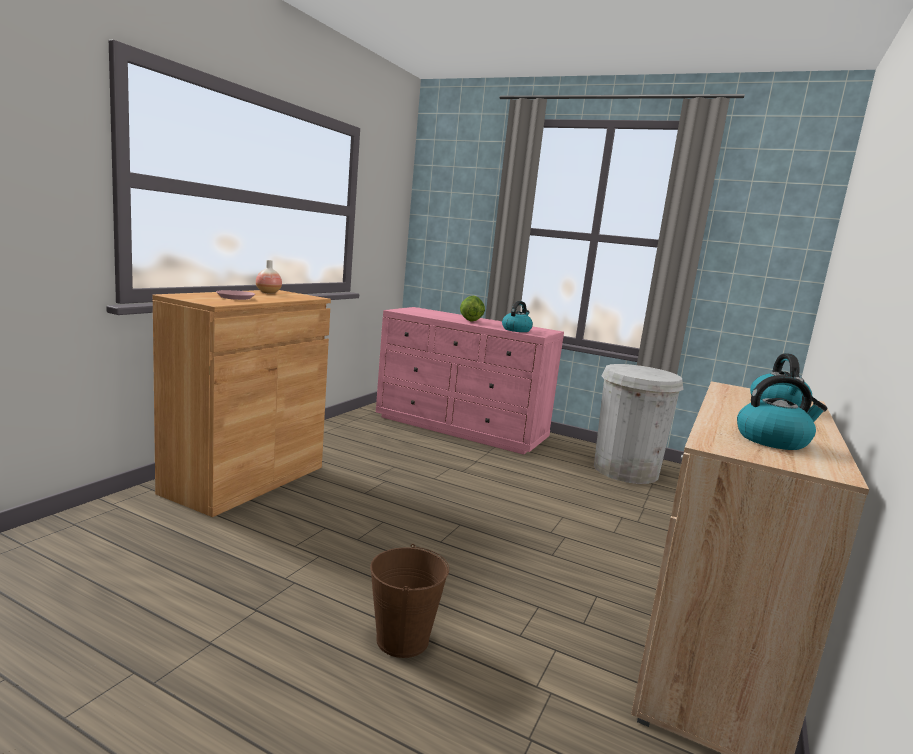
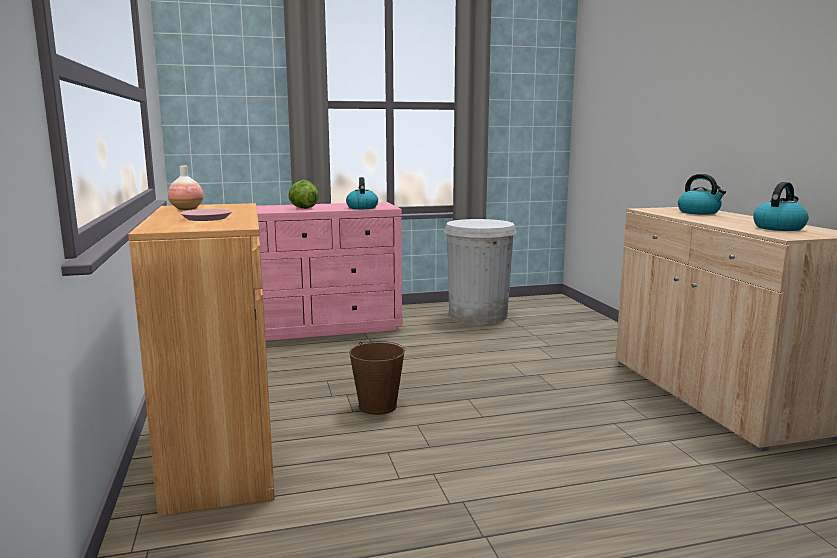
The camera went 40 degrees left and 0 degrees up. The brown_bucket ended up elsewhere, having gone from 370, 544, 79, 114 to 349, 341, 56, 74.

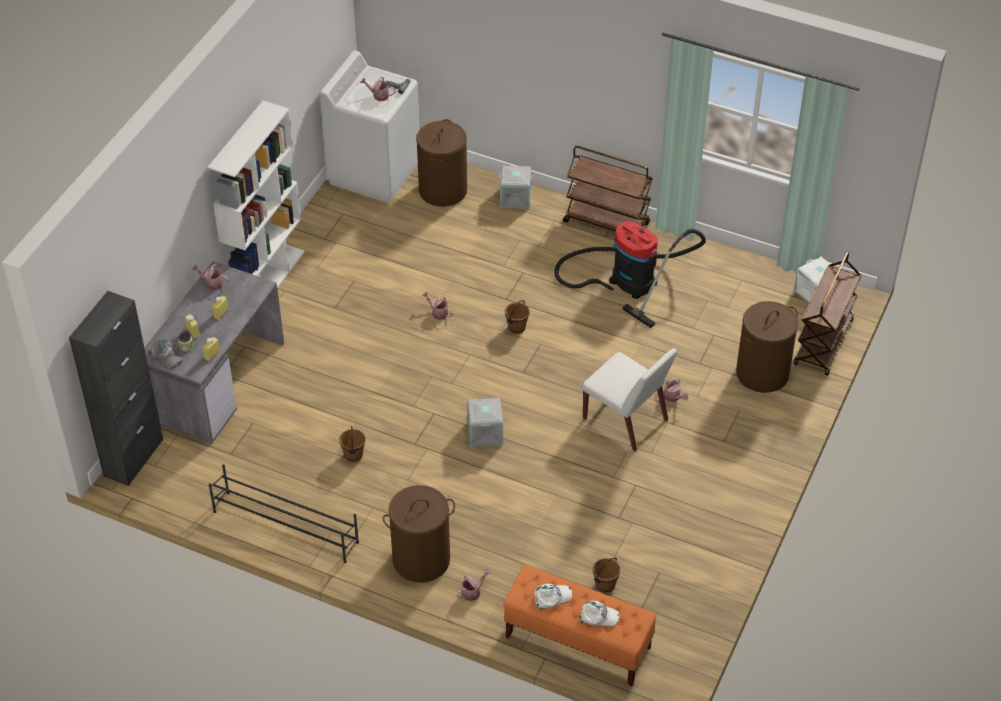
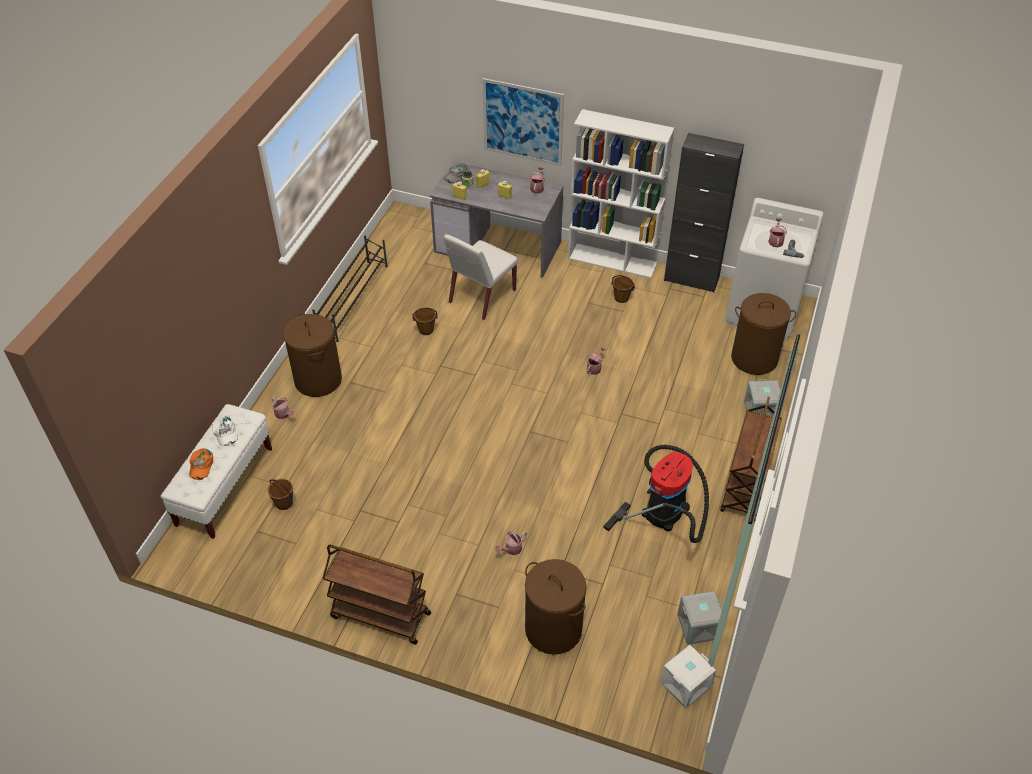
The camera went 85 degrees right and 0 degrees up. The black_cabinet ended up elsewhere, having gone from 69, 291, 94, 195 to 664, 133, 80, 160. The grey_storage_box ended up elsewhere, having gone from 467, 397, 36, 50 to 677, 591, 46, 54. What was the orange_bench at 503, 565, 154, 121 turned into the white_bench at 161, 404, 111, 135. The brown_bucket ended up elsewhere, having gone from 505, 300, 25, 34 to 611, 275, 24, 28. What was the white_cap at 580, 601, 40, 26 turned into the orange_cap at 189, 448, 24, 32. The white_chair ended up elsewhere, having gone from 581, 348, 96, 103 to 444, 234, 74, 86. The brown_cart ended up elsewhere, having gone from 794, 251, 68, 125 to 323, 545, 108, 100. The second view gained the picture at 482, 78, 82, 88.

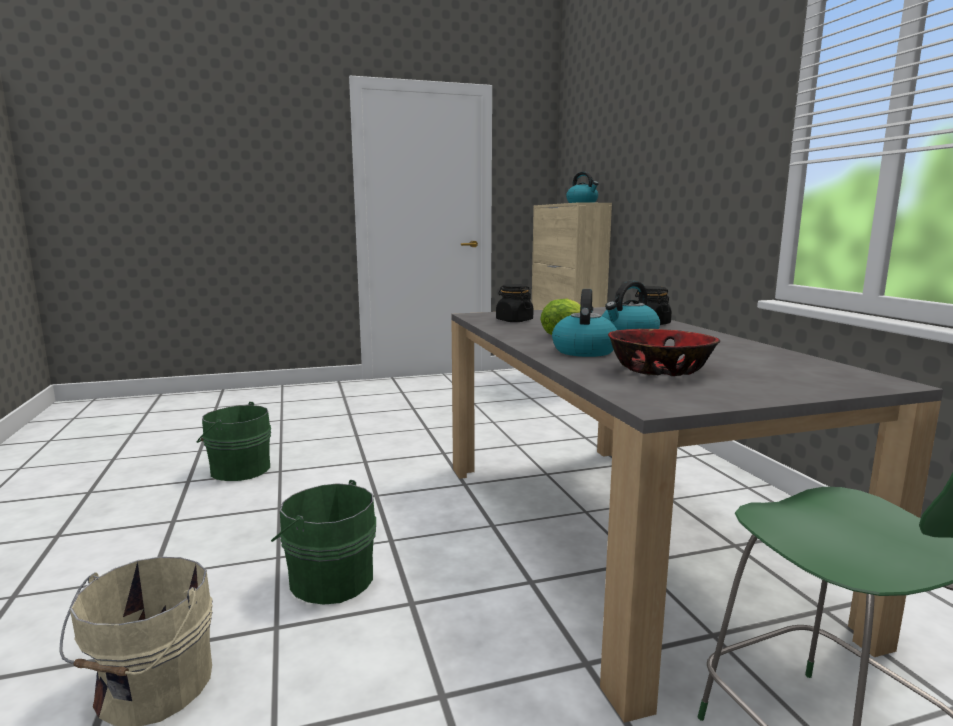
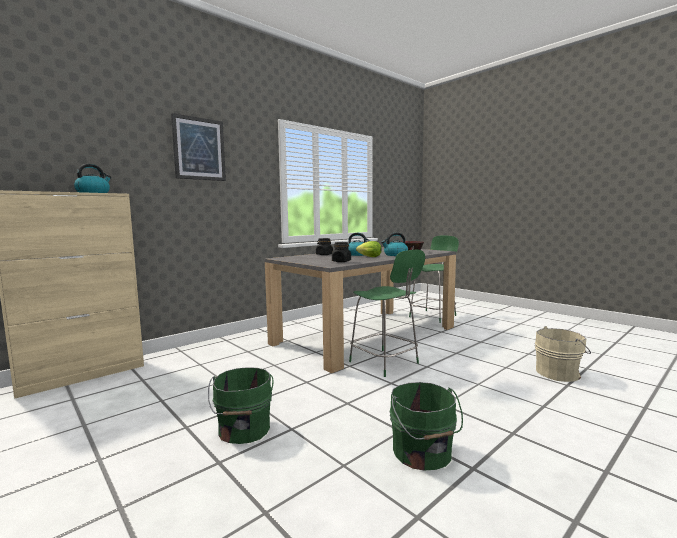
The camera went 115 degrees left and 5 degrees down. The green_bucket ended up elsewhere, having gone from 271, 480, 105, 125 to 208, 367, 66, 77. The second view gained the picture at 171, 113, 55, 68. The second view gained the green_chair at 349, 249, 76, 128.

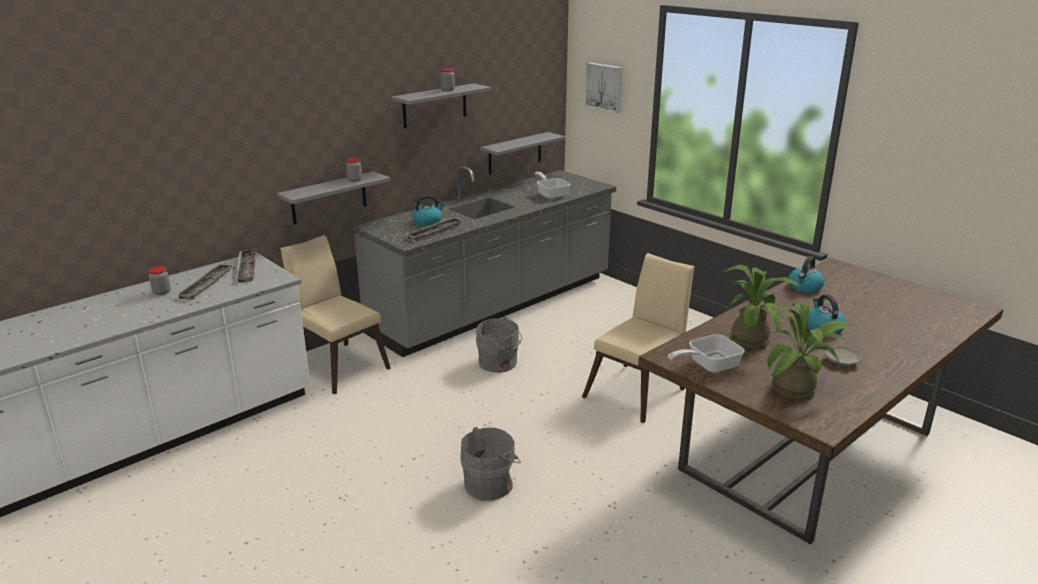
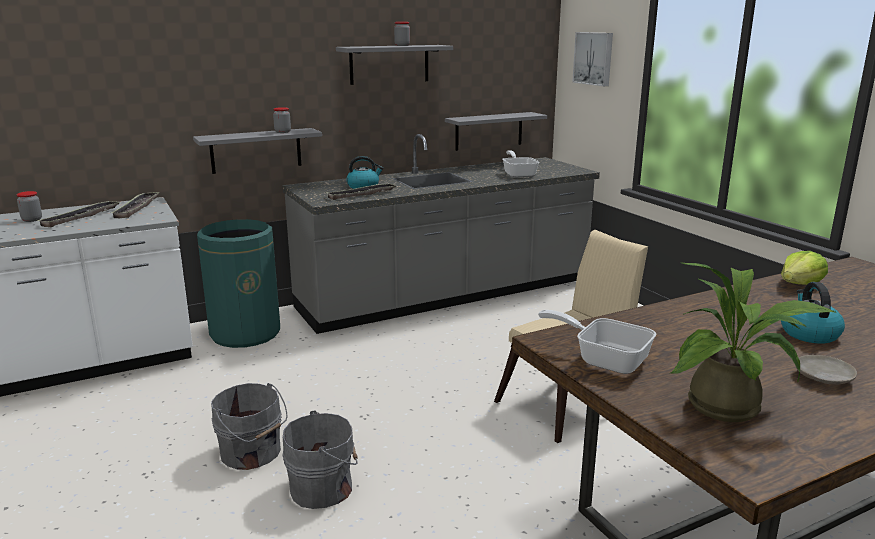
The camera went 15 degrees right and 5 degrees down. Where the beige_chair stood at 280, 235, 111, 160, the green_trash_can came to stand at 197, 219, 83, 129. The grey_bucket ended up elsewhere, having gone from 476, 317, 46, 56 to 211, 383, 77, 87. The frying_pan at 668, 334, 77, 39 ended up facing another way, 45 degrees clockwise from before. The second view lost the potted_plant at 723, 265, 78, 84. Where the kettle stood at 788, 256, 37, 37, the lettuce came to stand at 781, 251, 47, 34.

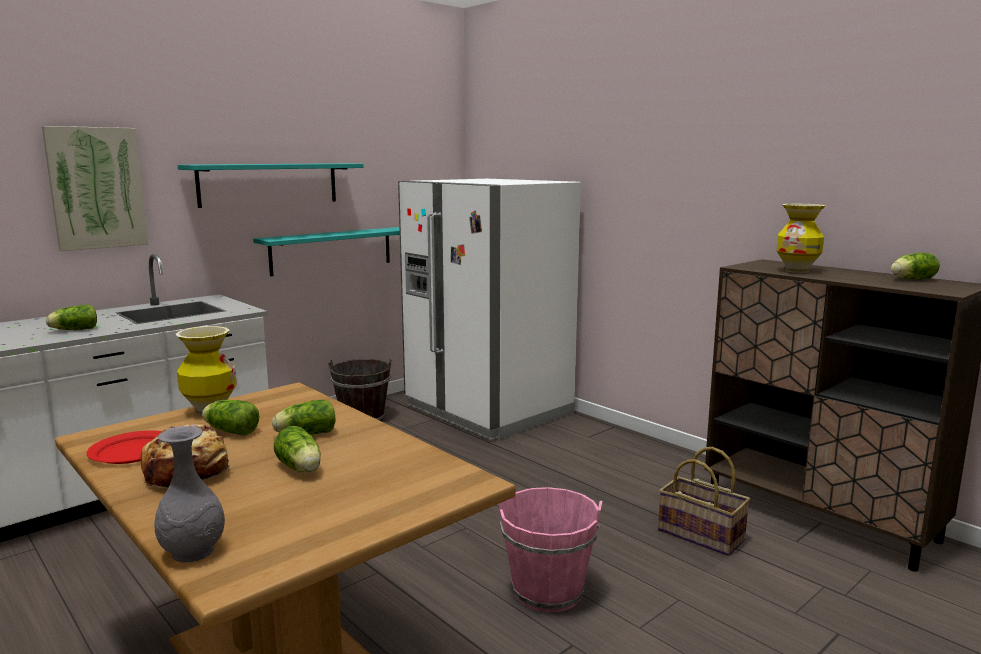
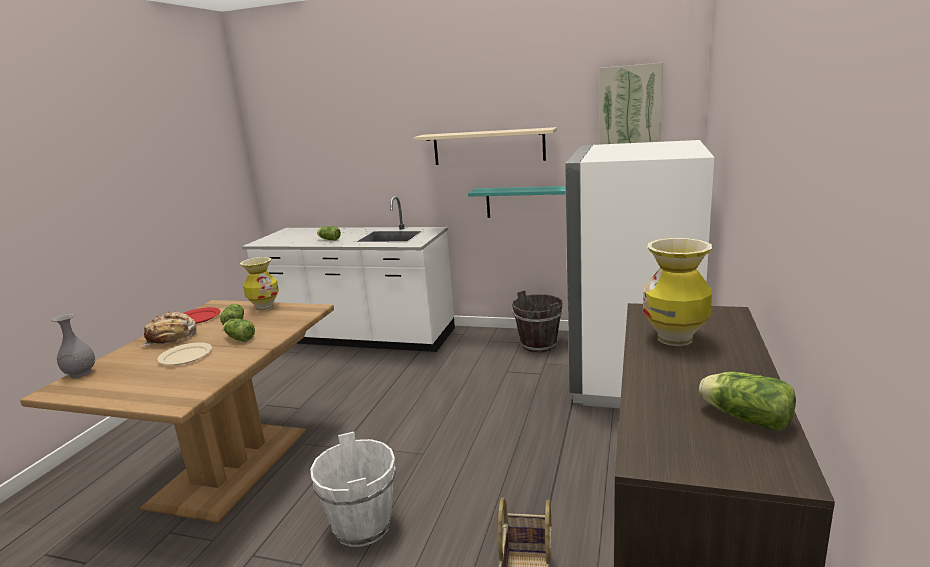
The camera went 60 degrees right and 5 degrees up. The picture ended up elsewhere, having gone from 42, 126, 106, 125 to 600, 63, 63, 82. What was the turquoise_shelf at 177, 163, 186, 45 turned into the beige_shelf at 413, 127, 144, 38. Where the lettuce stood at 274, 426, 47, 46, the beige_plate came to stand at 157, 342, 55, 23. What was the pink_bucket at 499, 487, 103, 126 turned into the white_bucket at 311, 432, 85, 115.

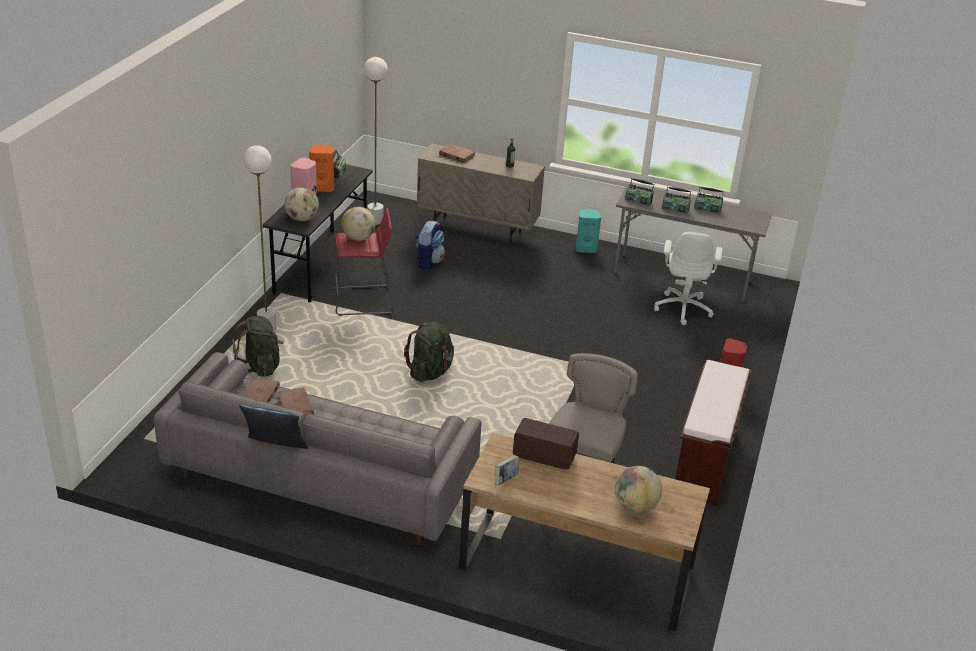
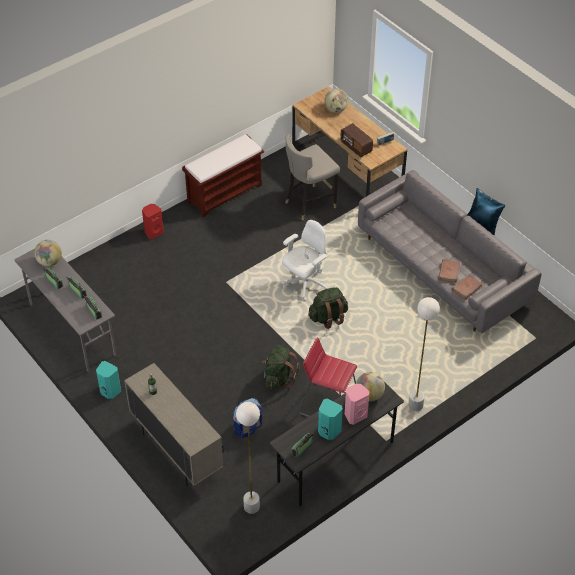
The camera went 145 degrees left and 15 degrees up. The green_backpack ended up elsewhere, having gone from 232, 316, 52, 61 to 262, 345, 38, 45. What was the orange_speaker at 309, 144, 25, 48 turned into the turquoise_speaker at 318, 398, 25, 42. The globe ended up elsewhere, having gone from 341, 207, 34, 34 to 34, 240, 28, 27. The second view lost the brown_book at 439, 144, 36, 19. The white_office_chair ended up elsewhere, having gone from 654, 232, 69, 93 to 282, 220, 47, 81.

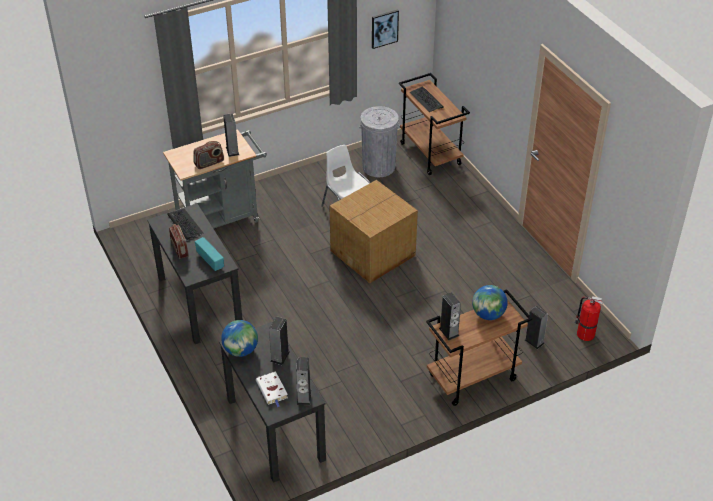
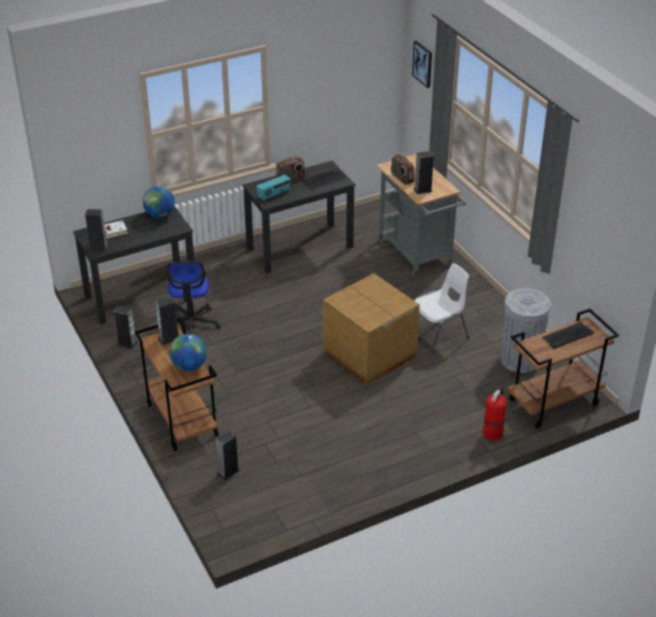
The camera went 90 degrees right and 5 degrees down. The speaker ended up elsewhere, having gone from 269, 317, 20, 48 to 114, 306, 24, 43. The picture ended up elsewhere, having gone from 372, 9, 27, 40 to 412, 41, 20, 47. The fire_extinguisher ended up elsewhere, having gone from 575, 297, 28, 44 to 483, 387, 24, 54. The second view gained the office_chair at 166, 262, 55, 72.

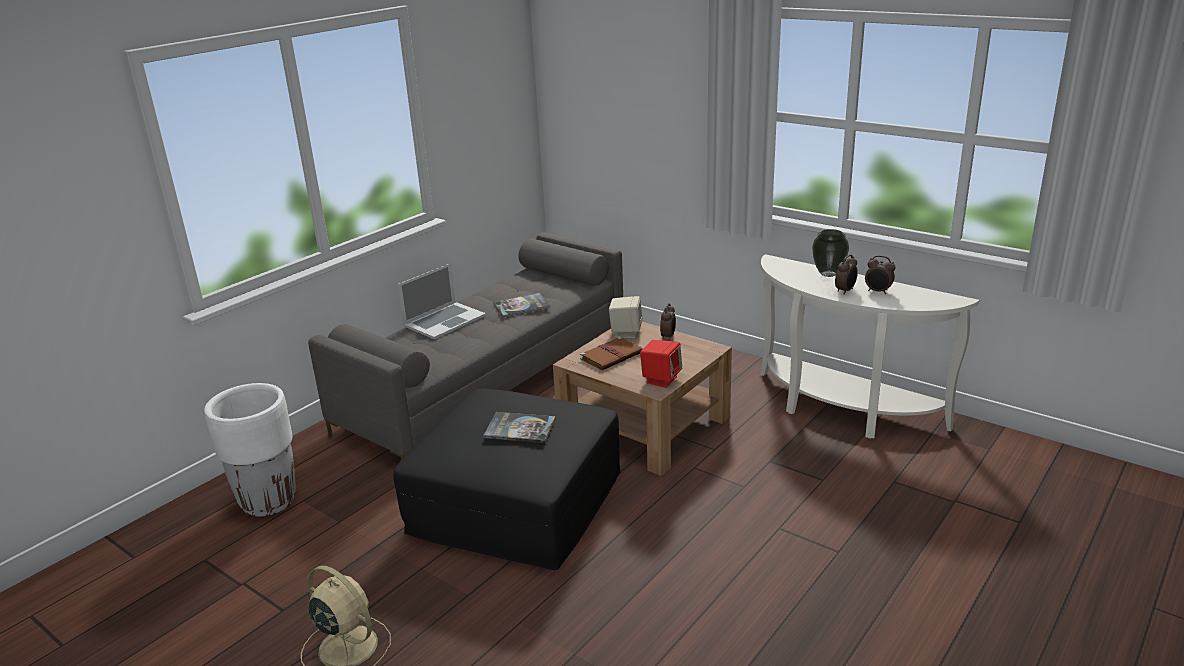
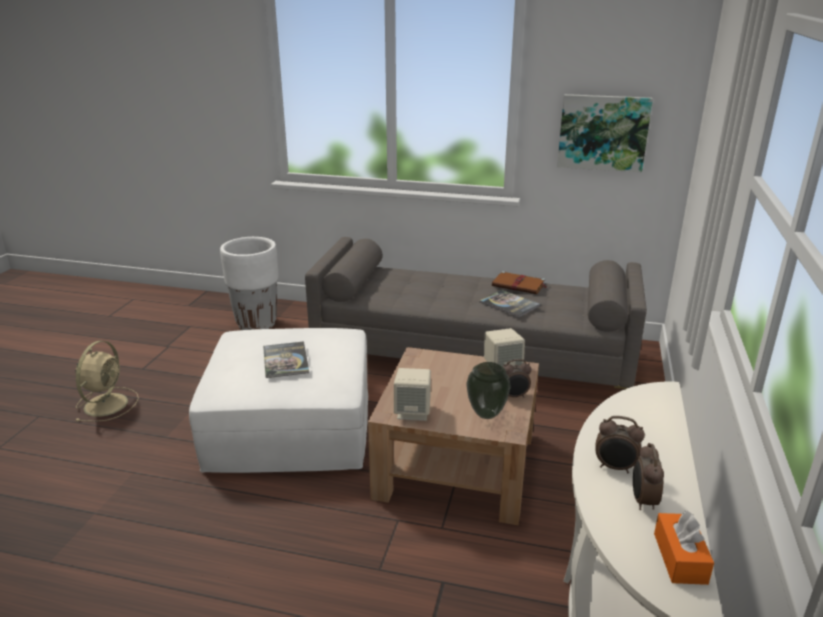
The camera went 65 degrees right and 0 degrees up. What was the black_ottoman at 393, 389, 228, 181 turned into the white_ottoman at 189, 328, 179, 145. The second view lost the laptop at 397, 263, 89, 76. The brown_book ended up elsewhere, having gone from 580, 337, 63, 33 to 492, 271, 55, 23. What was the red_speaker at 640, 340, 42, 48 turned into the beige_speaker at 394, 368, 37, 53. The vase ended up elsewhere, having gone from 812, 229, 37, 48 to 467, 362, 44, 57. The second view gained the picture at 557, 94, 96, 78. The second view gained the orange_tissue_box at 654, 510, 60, 75.

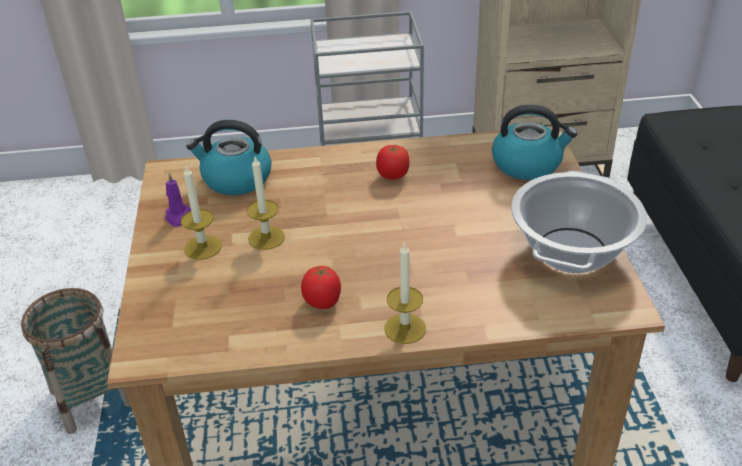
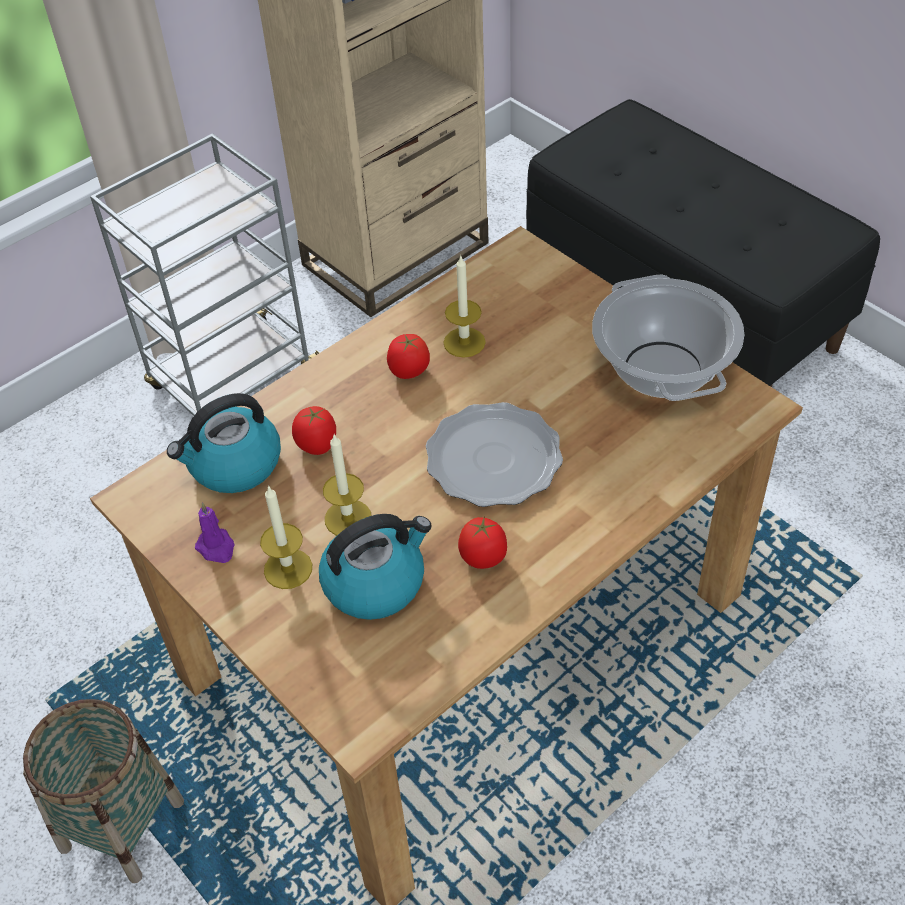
The camera went 35 degrees left and 10 degrees up. The candle ended up elsewhere, having gone from 384, 242, 42, 102 to 443, 256, 43, 102. The kettle ended up elsewhere, having gone from 492, 104, 85, 76 to 319, 514, 113, 106. The second view gained the tomato at 292, 406, 44, 49. The second view gained the plate at 426, 402, 137, 105.

